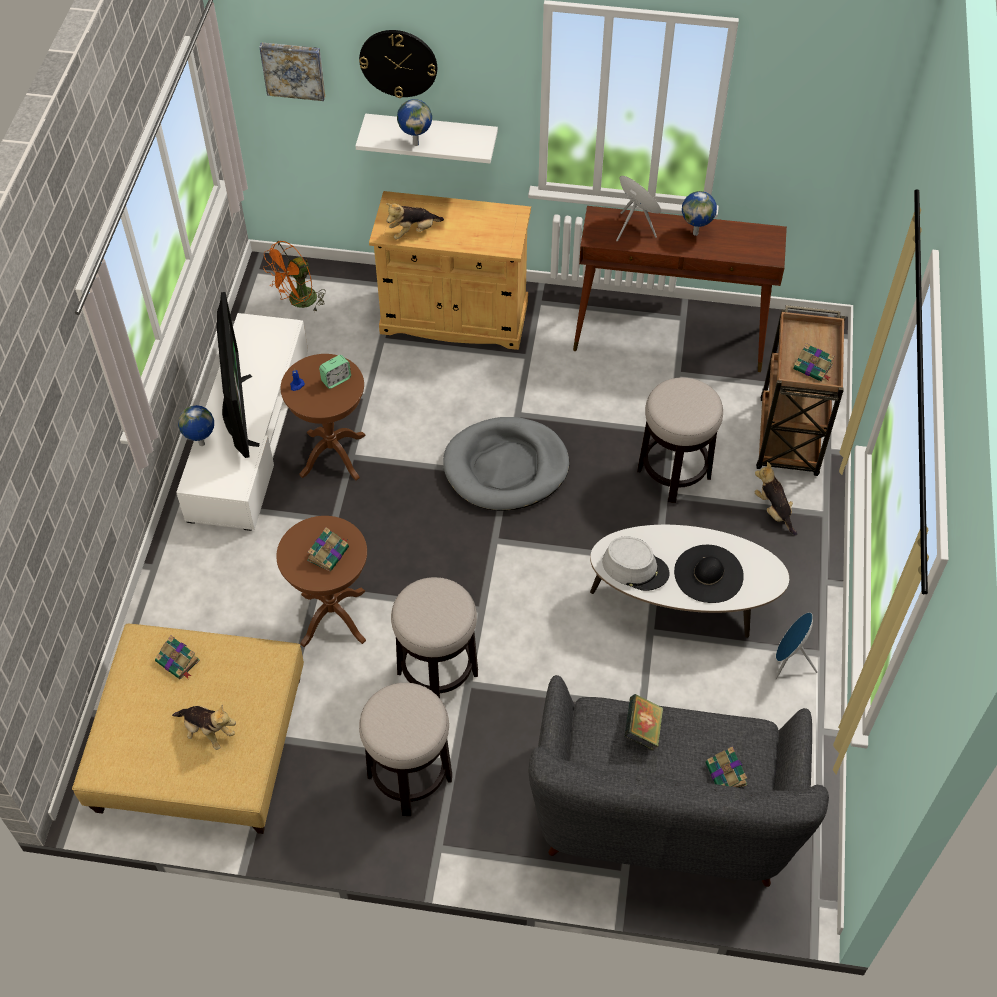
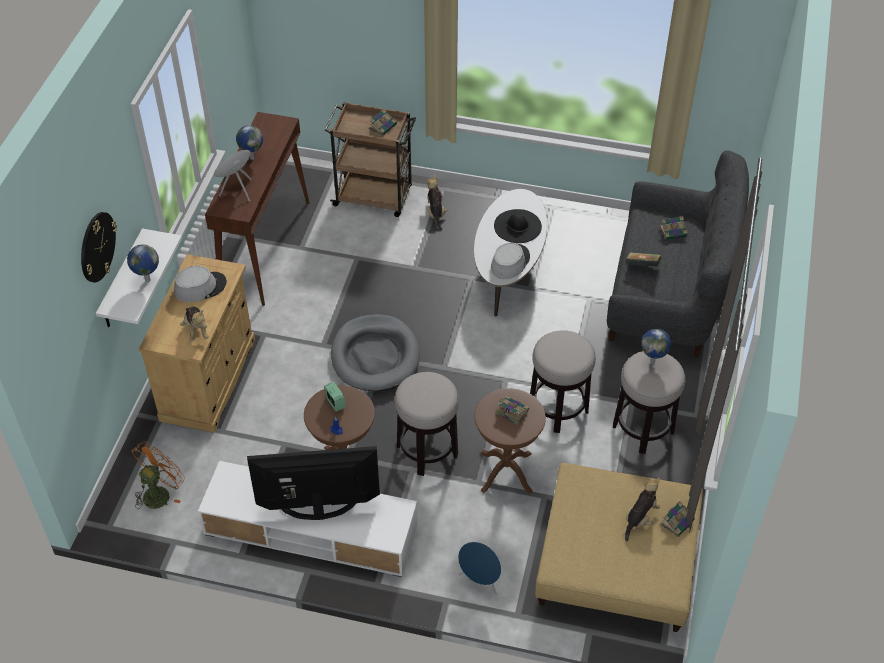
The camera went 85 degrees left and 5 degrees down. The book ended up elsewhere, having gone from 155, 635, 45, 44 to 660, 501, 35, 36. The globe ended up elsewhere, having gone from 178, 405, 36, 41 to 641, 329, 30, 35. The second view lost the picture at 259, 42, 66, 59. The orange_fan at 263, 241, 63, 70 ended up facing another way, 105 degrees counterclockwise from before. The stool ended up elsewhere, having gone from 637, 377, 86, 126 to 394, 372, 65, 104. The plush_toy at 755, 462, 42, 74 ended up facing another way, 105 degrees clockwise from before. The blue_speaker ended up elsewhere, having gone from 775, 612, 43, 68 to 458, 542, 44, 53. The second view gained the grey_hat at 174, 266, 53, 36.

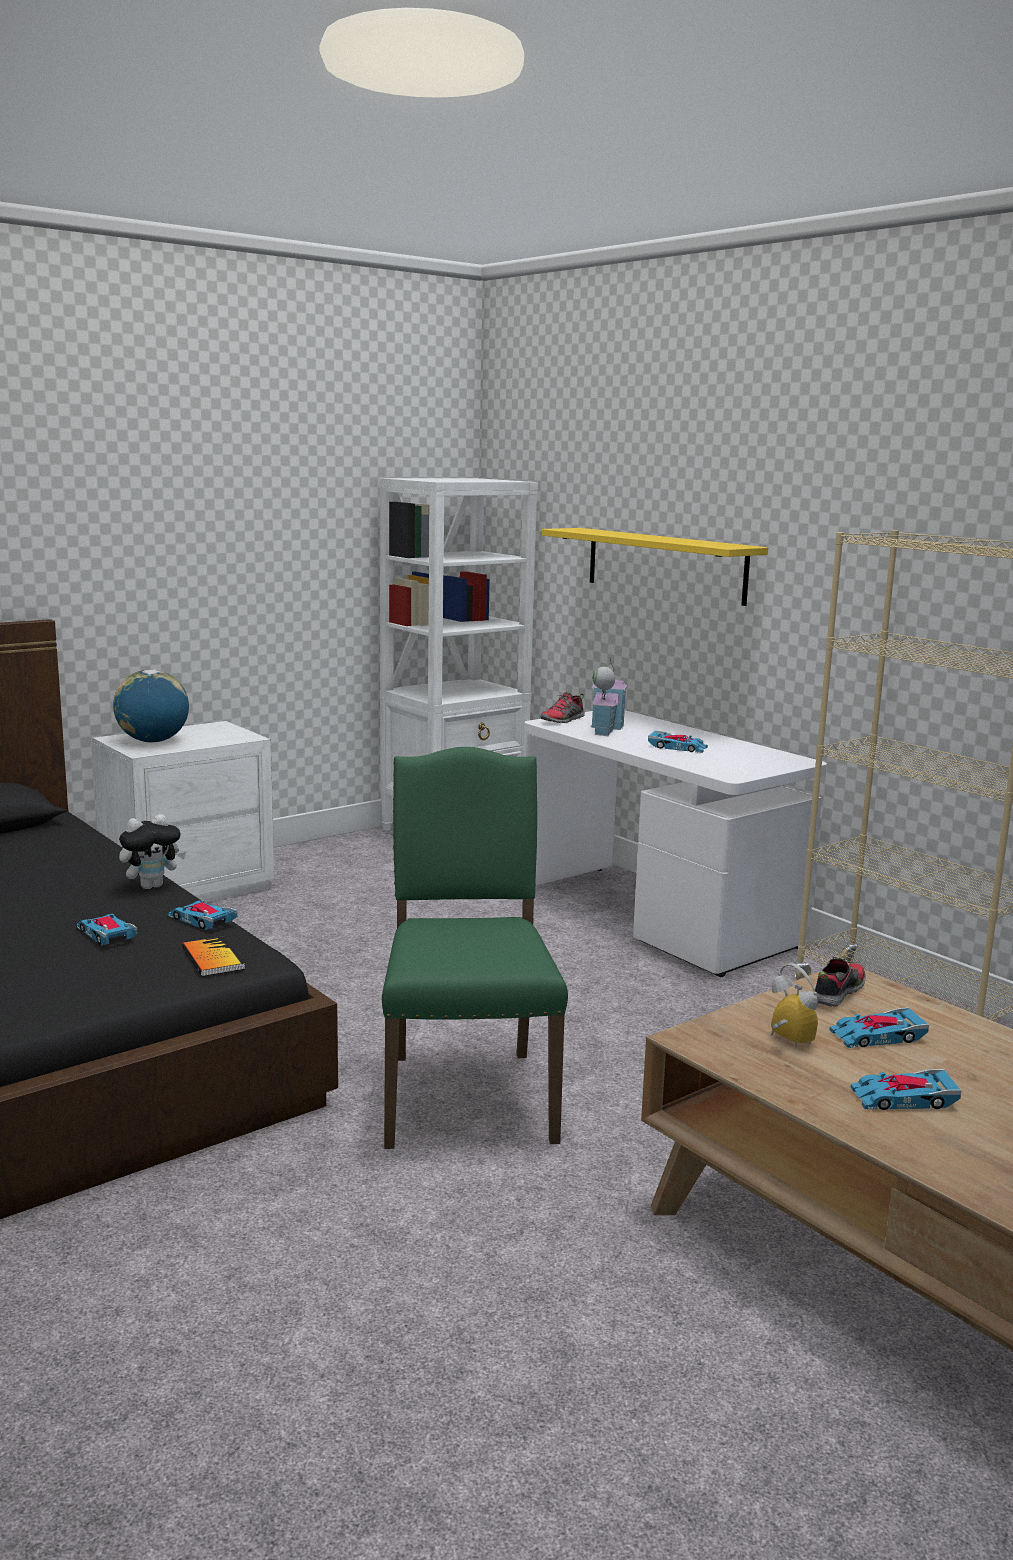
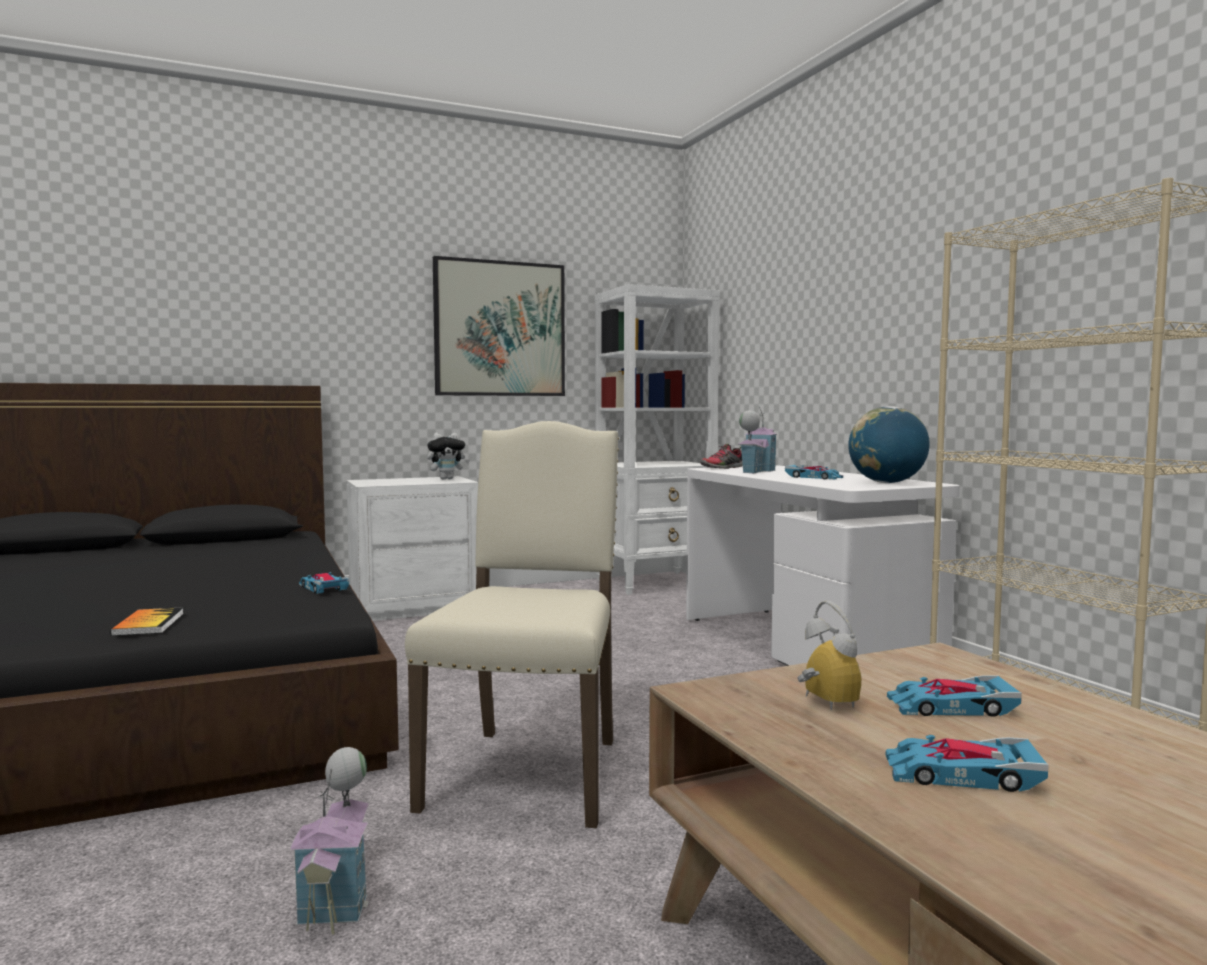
The camera went 15 degrees right and 10 degrees down. The second view lost the toy_car at 76, 914, 61, 31. The globe ended up elsewhere, having gone from 113, 669, 76, 74 to 848, 406, 82, 77. The plush_toy ended up elsewhere, having gone from 119, 814, 67, 75 to 427, 433, 43, 47. The book ended up elsewhere, having gone from 182, 936, 63, 41 to 110, 607, 74, 29. What was the green_chair at 382, 747, 186, 402 turned into the beige_chair at 405, 421, 214, 407. The second view lost the yellow_shelf at 542, 528, 226, 78. The second view lost the shoe at 813, 956, 53, 51. The second view gained the toy_house at 290, 747, 79, 188. The second view gained the picture at 433, 256, 132, 140.

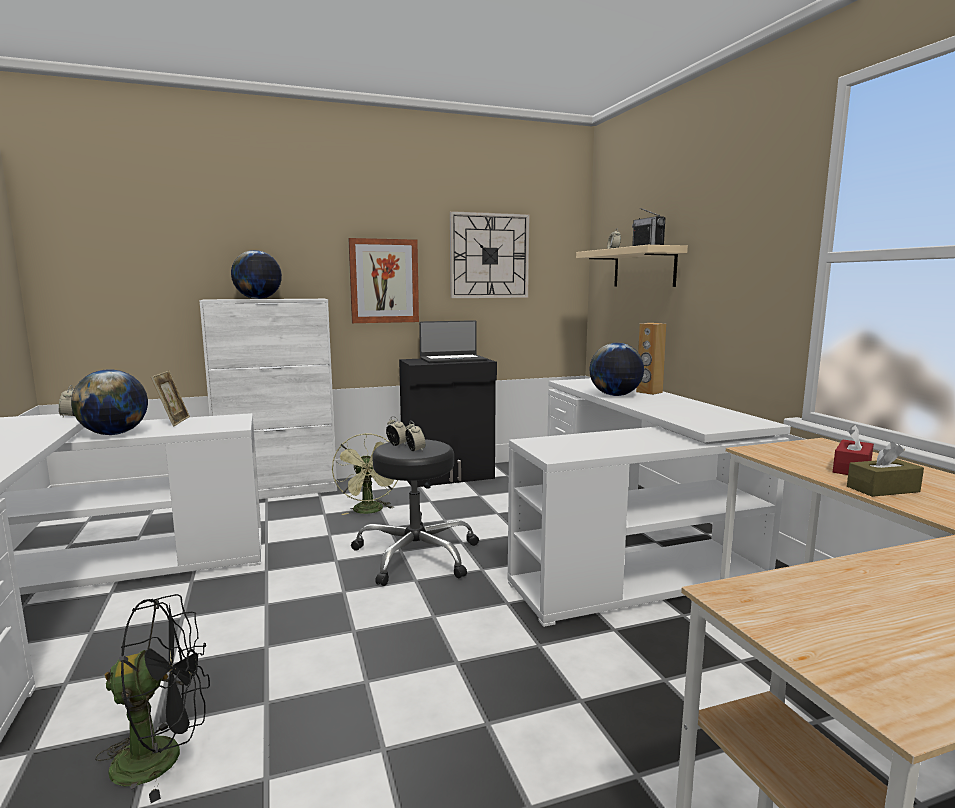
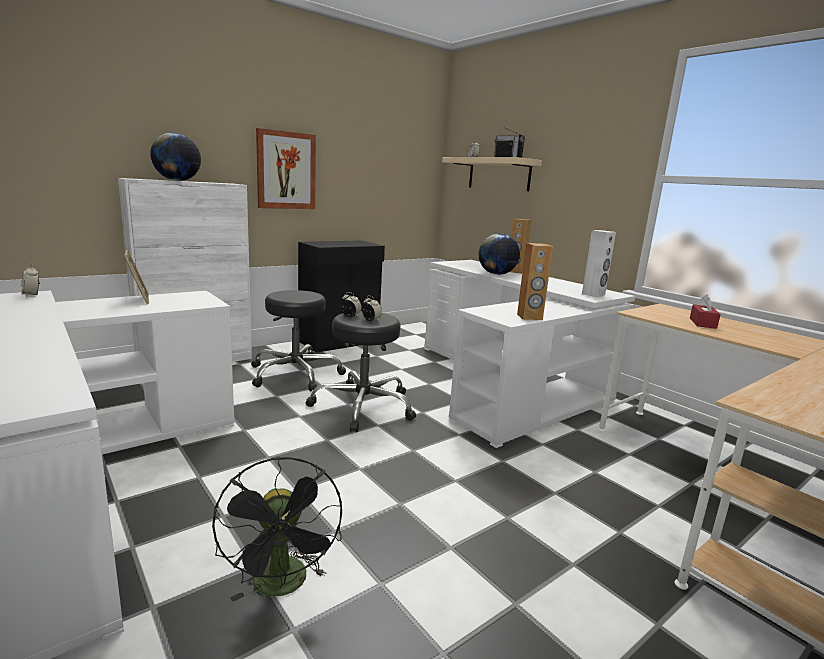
The camera went 20 degrees left and 5 degrees up. The second view lost the globe at 71, 369, 77, 66. The black_fan at 95, 594, 115, 209 ended up facing another way, 105 degrees clockwise from before. Where the green_fan stood at 332, 433, 66, 82, the black_stool came to stand at 251, 290, 95, 101. The second view lost the laptop at 419, 320, 68, 43. The second view lost the wall_clock at 450, 211, 79, 87. The second view lost the brown_tissue_box at 847, 441, 77, 56. The second view gained the brown_speaker at 517, 243, 36, 77. The second view gained the white_speaker at 582, 230, 34, 67.

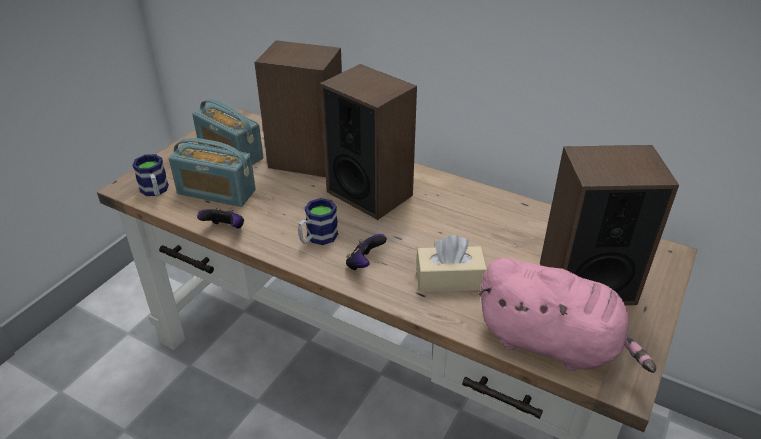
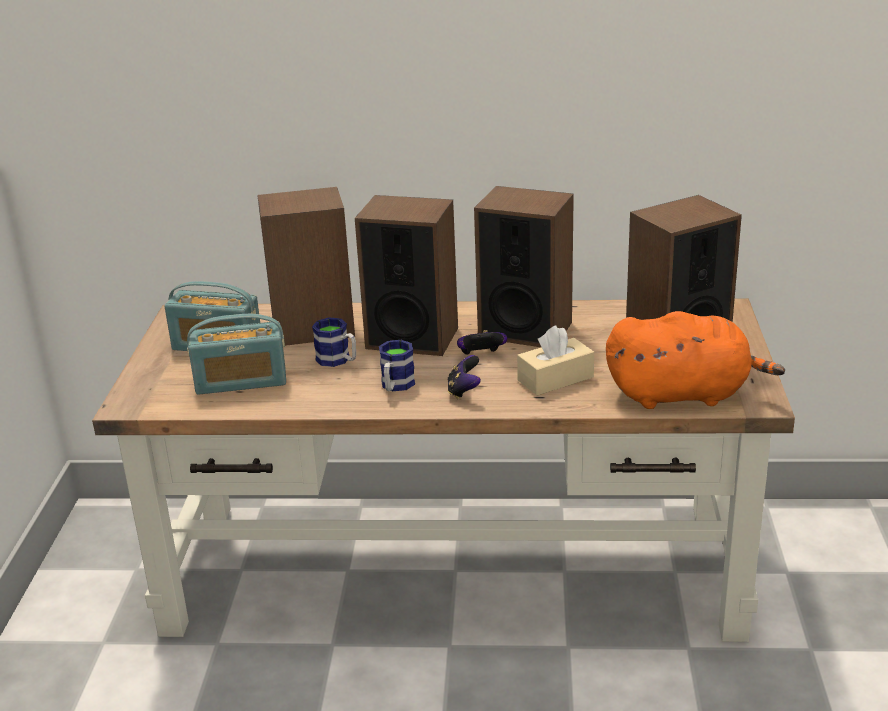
The camera went 25 degrees left and 10 degrees down. The mug ended up elsewhere, having gone from 132, 154, 37, 42 to 312, 317, 44, 50. The game_controller ended up elsewhere, having gone from 197, 208, 47, 21 to 457, 330, 50, 25. What was the pink_plush_toy at 478, 258, 178, 115 turned into the orange_plush_toy at 606, 311, 179, 98. The second view gained the speaker at 474, 186, 100, 161.

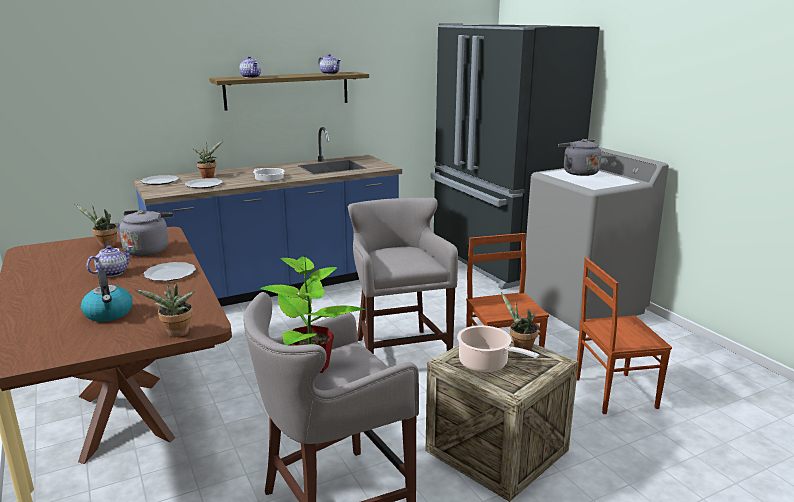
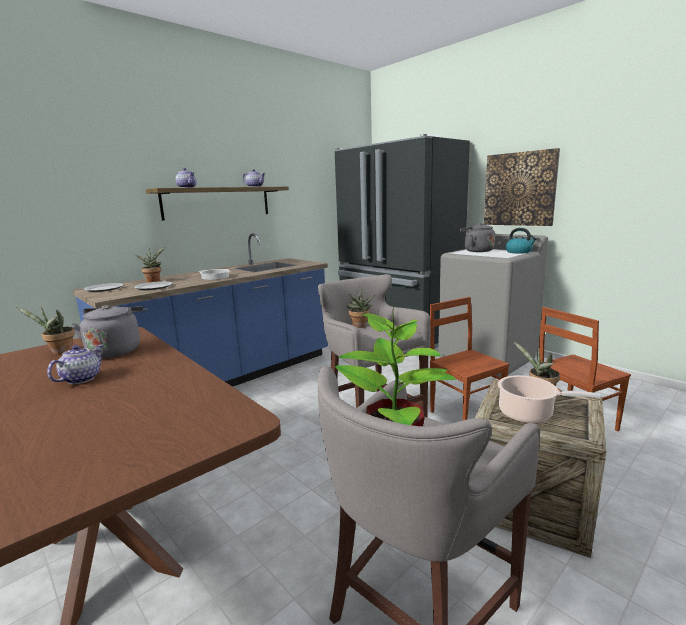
The camera went 15 degrees left and 5 degrees down. The kettle ended up elsewhere, having gone from 81, 270, 52, 52 to 506, 228, 31, 26. The potted_plant ended up elsewhere, having gone from 135, 283, 60, 54 to 346, 290, 29, 38. The second view lost the plate at 144, 262, 52, 19. The second view gained the picture at 484, 148, 76, 78.

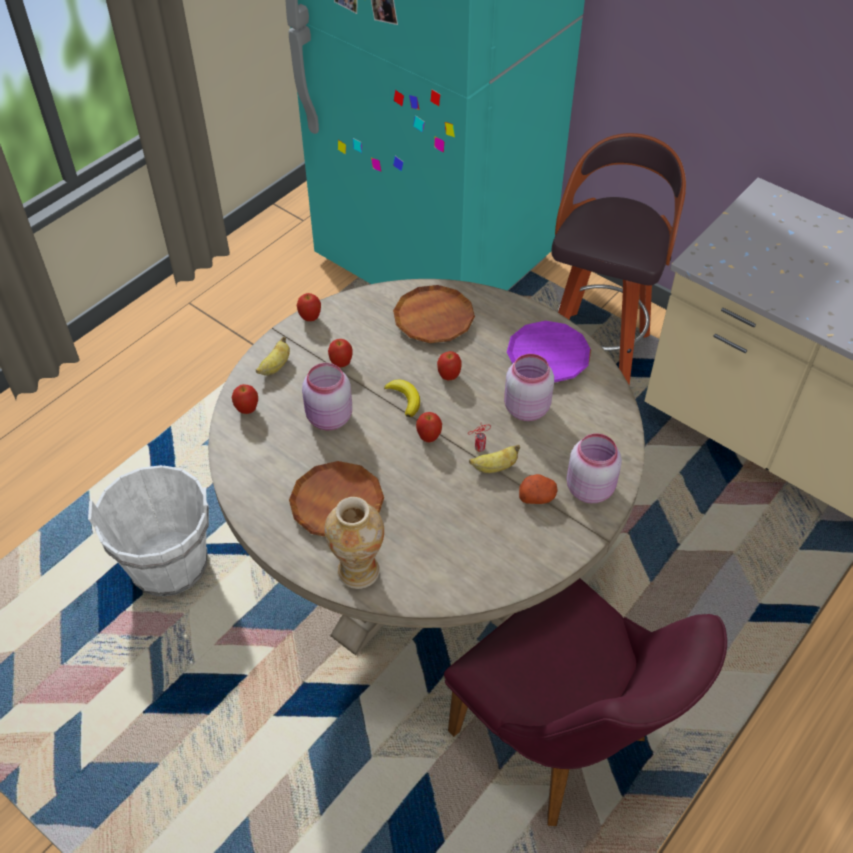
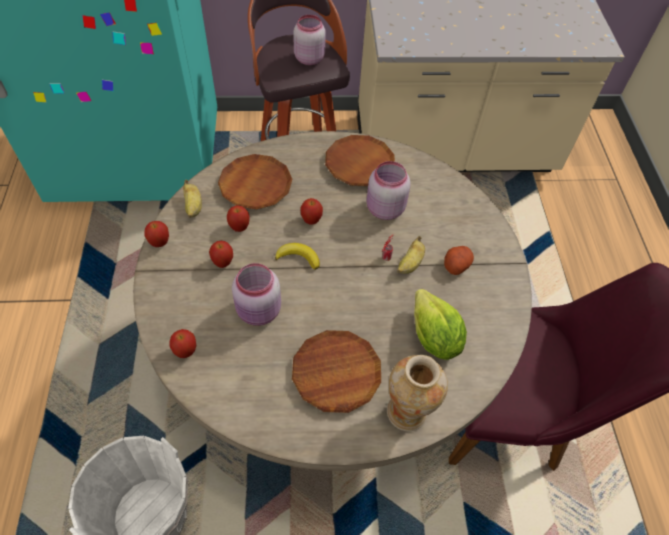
The camera went 45 degrees left and 5 degrees up. The banana ended up elsewhere, having gone from 256, 337, 34, 38 to 183, 180, 19, 38. The apple ended up elsewhere, having gone from 416, 412, 26, 30 to 227, 205, 22, 27. What was the purple_plate at 507, 321, 84, 62 turned into the brown_plate at 325, 135, 70, 51. The pink_jar ended up elsewhere, having gone from 566, 433, 56, 70 to 293, 15, 33, 50. The second view gained the lettuce at 414, 289, 53, 71.

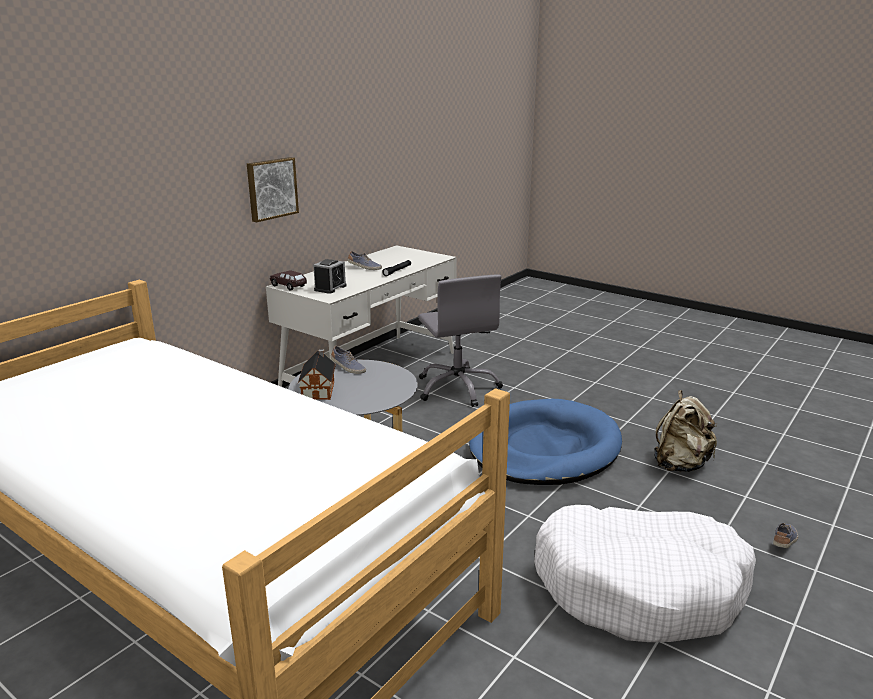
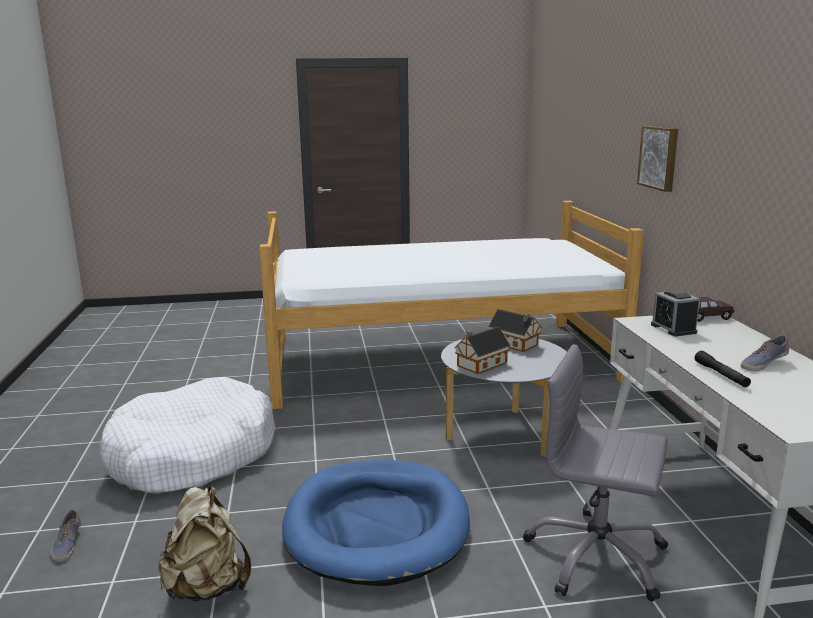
The camera went 135 degrees right and 5 degrees down. The picture ended up elsewhere, having gone from 247, 157, 52, 65 to 637, 126, 41, 66. The second view lost the shoe at 331, 346, 35, 28. The second view gained the toy_house at 454, 327, 56, 47.

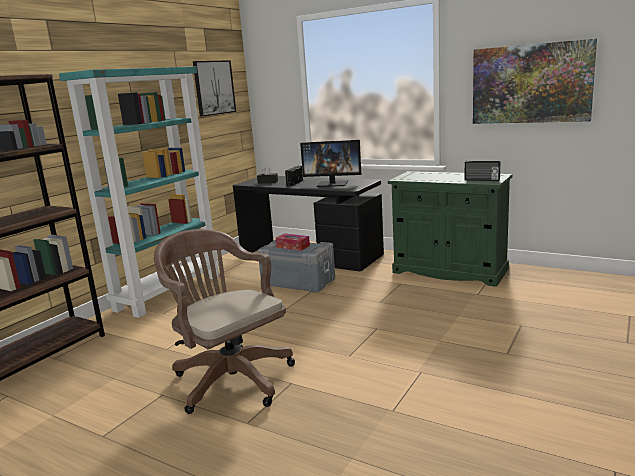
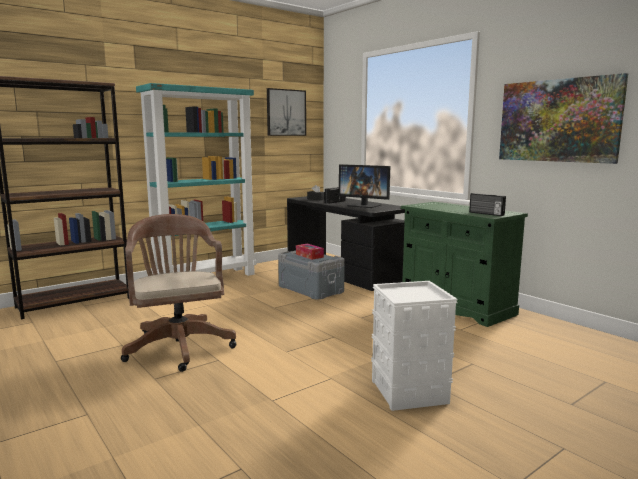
The camera went 20 degrees right and 5 degrees down. The second view gained the white_storage_box at 371, 281, 87, 130.

